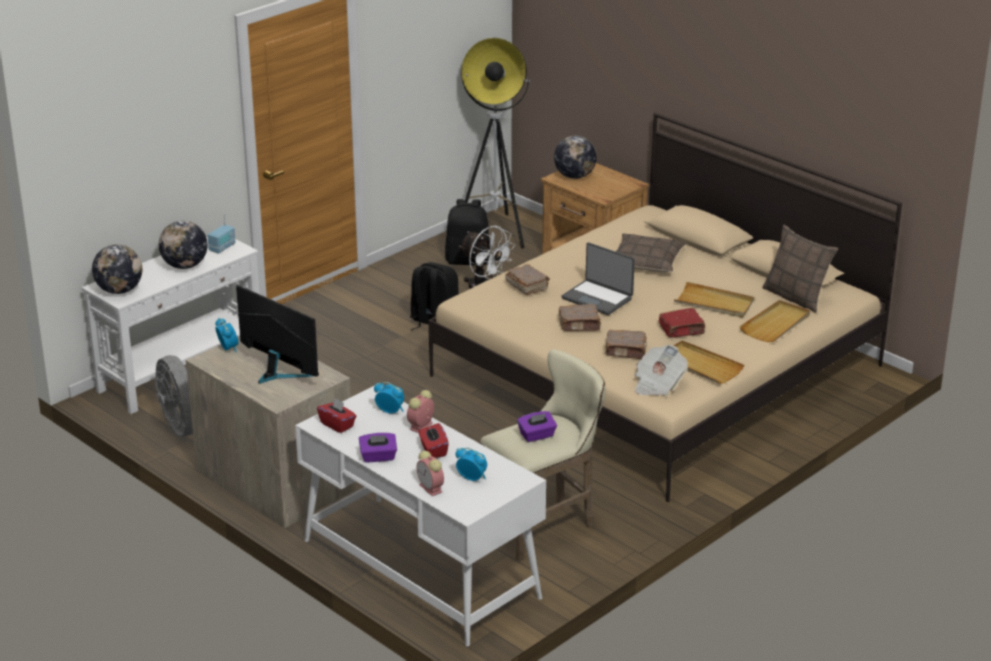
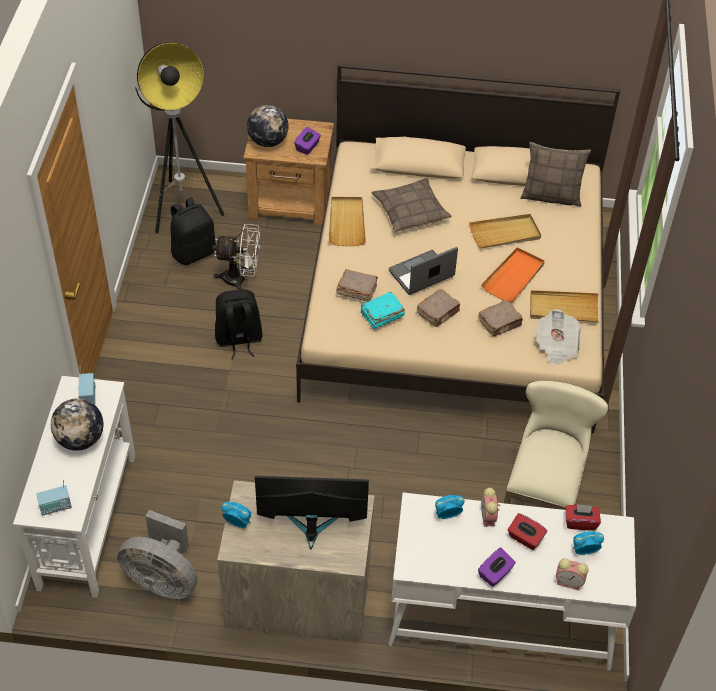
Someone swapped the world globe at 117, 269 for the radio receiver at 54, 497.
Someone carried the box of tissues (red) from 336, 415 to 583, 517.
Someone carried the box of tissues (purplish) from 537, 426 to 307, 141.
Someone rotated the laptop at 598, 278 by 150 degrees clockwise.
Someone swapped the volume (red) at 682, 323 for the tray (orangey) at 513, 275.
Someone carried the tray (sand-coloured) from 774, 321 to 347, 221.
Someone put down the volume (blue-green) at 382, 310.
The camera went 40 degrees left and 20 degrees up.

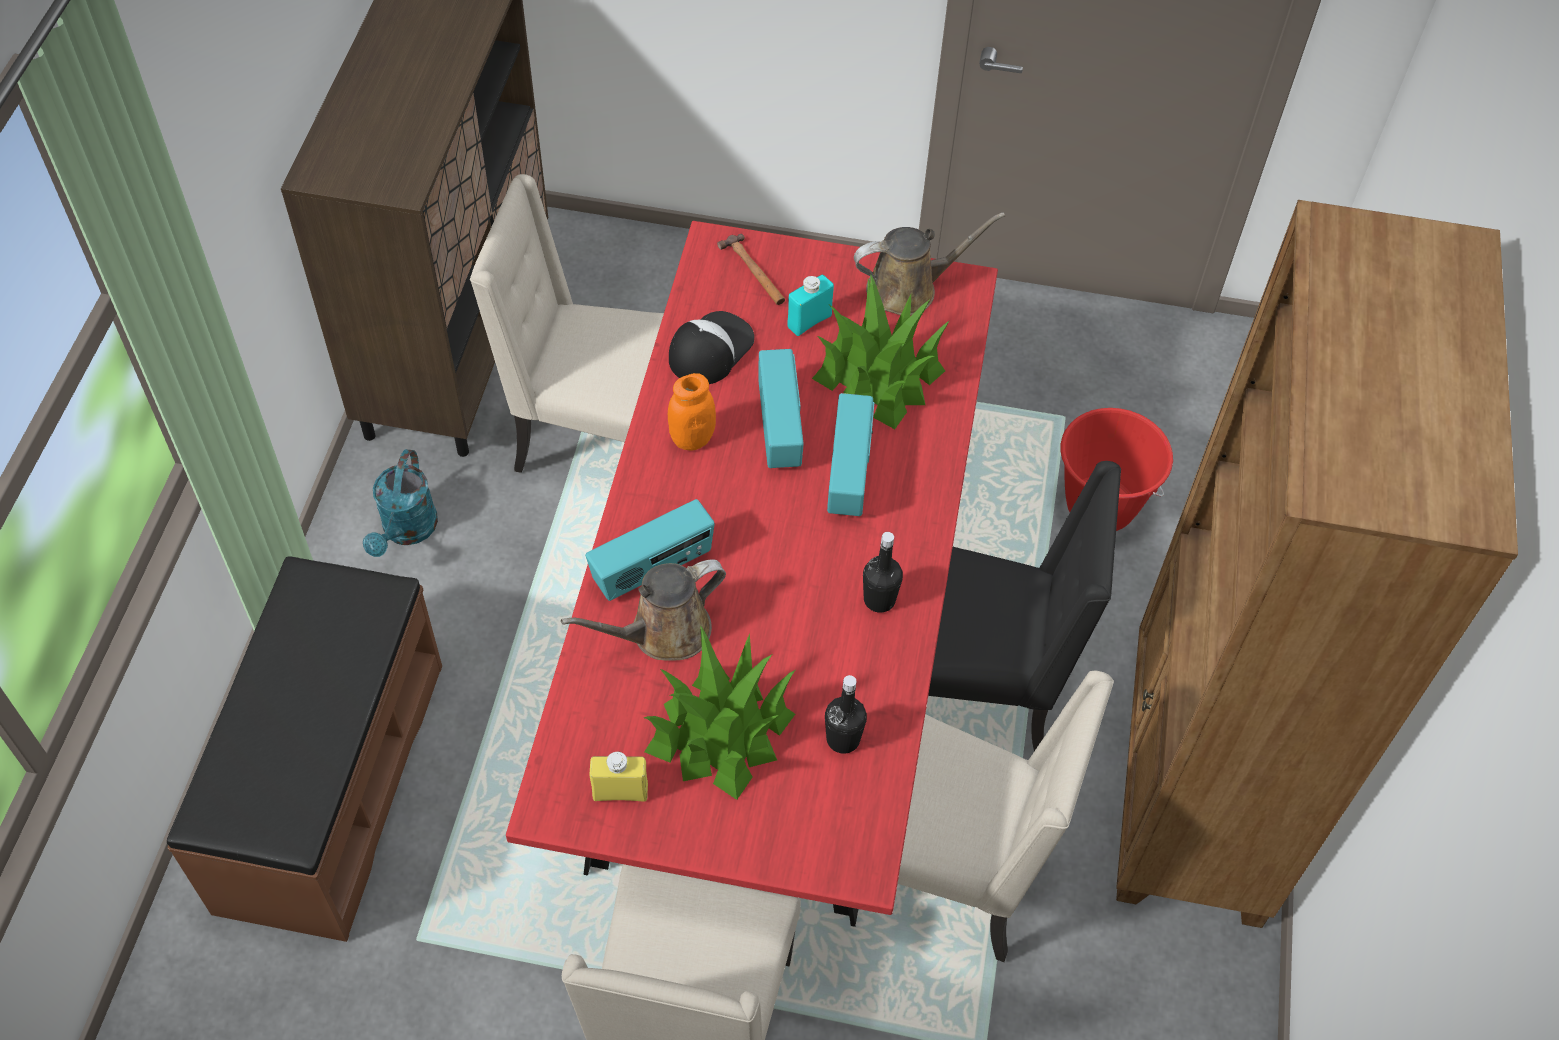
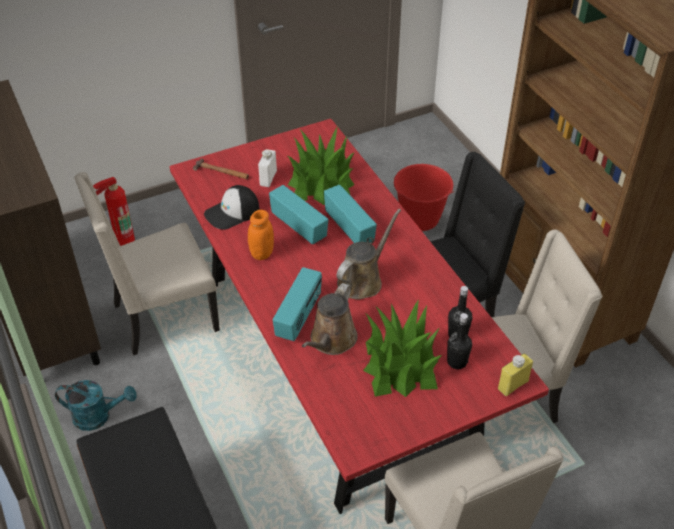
Someone rotated the watering pot (blue-green) at 400, 503 by 60 degrees counterclockwise.
Someone carried the drink bottle (yellow-coloured) from 618, 777 to 515, 375.
Someone rotated the cap at 711, 347 by 120 degrees counterclockwise.
Someone repainted the drink bottle (blue-green) at 810, 305, which became the drink bottle (white-coloured) at 267, 168.
Someone carried the watering pot (brownish) from 929, 264 to 369, 254.
Someone carried the drink bottle (blackish) from 883, 572 to 459, 341.
Someone put down the fire-fighting cylinder at 114, 211.
The camera went 35 degrees left and 10 degrees down.

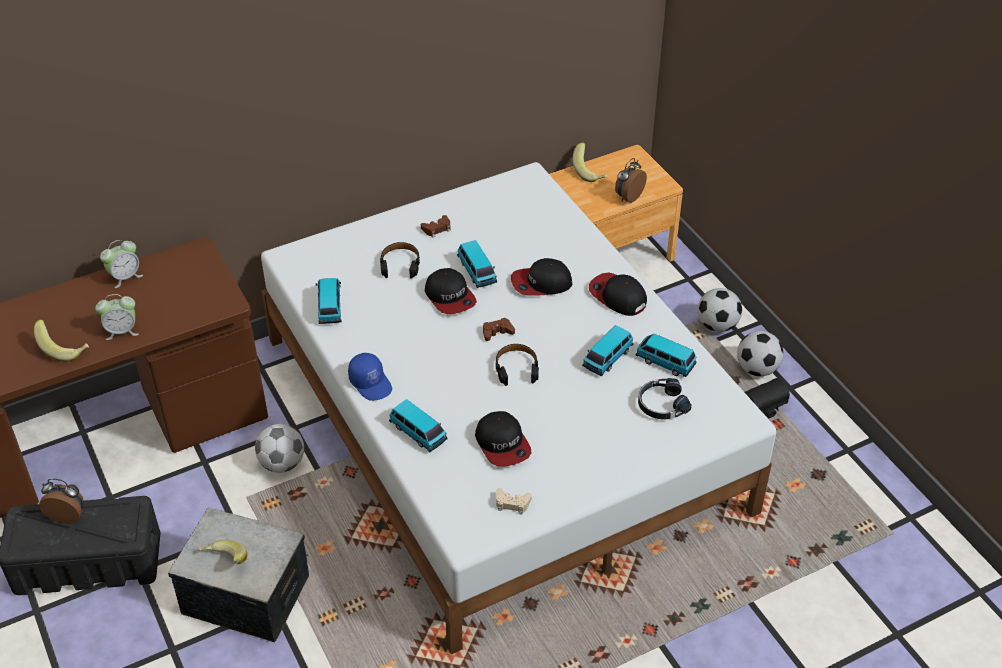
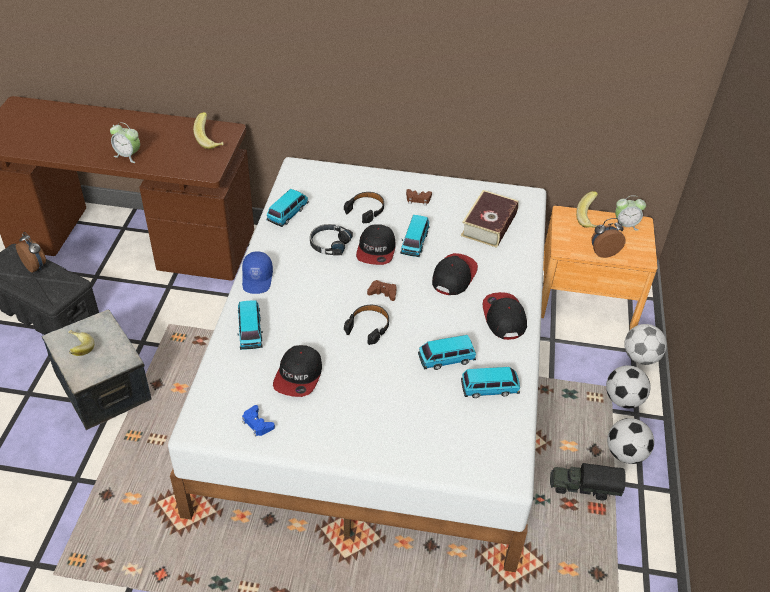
Someone carried the whole banana from 61, 341 to 208, 130.
Someone carried the alarm clock from 121, 264 to 630, 213.
Someone carried the ball for football from 279, 448 to 645, 344.
Someone repainted the game controller (sand-coloured) at 514, 501, which became the game controller (blue-coloured) at 258, 421.
Someone rotated the cap at 541, 277 by 90 degrees clockwise.
Someone rotated the toy car at 666, 355 by 105 degrees clockwise.
Someone carried the headphones (blackish) from 665, 398 to 331, 240.
Someone put down the volume at 490, 219.
The camera went 35 degrees right and 0 degrees up.

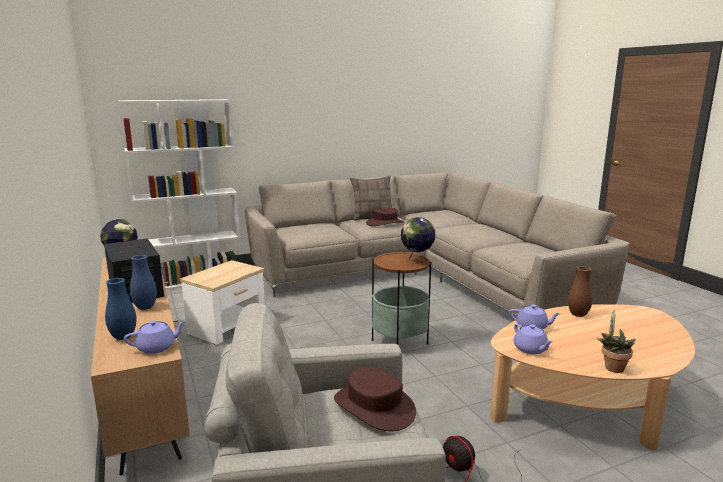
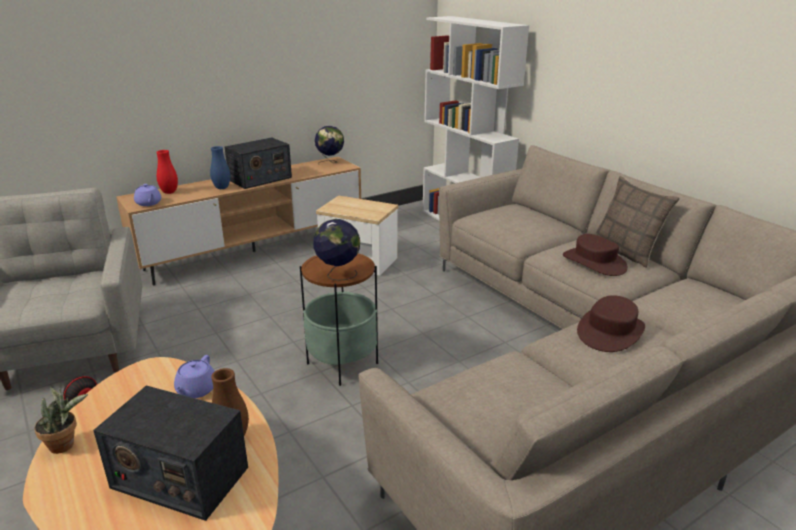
Someone repainted the vase (blue-coloured) at 120, 309, which became the vase (red) at 167, 172.
Someone carried the hat (brownish) from 375, 398 to 611, 323.
Someone took away the teapot (purplish) at 533, 339.
Someone put down the radio receiver at 170, 453.
The camera went 80 degrees right and 10 degrees up.

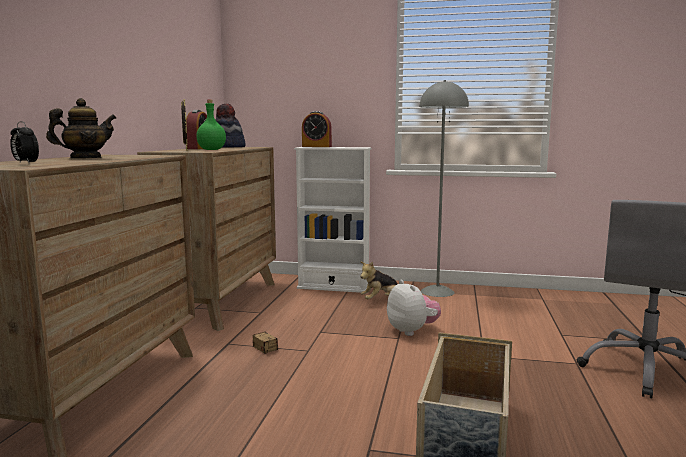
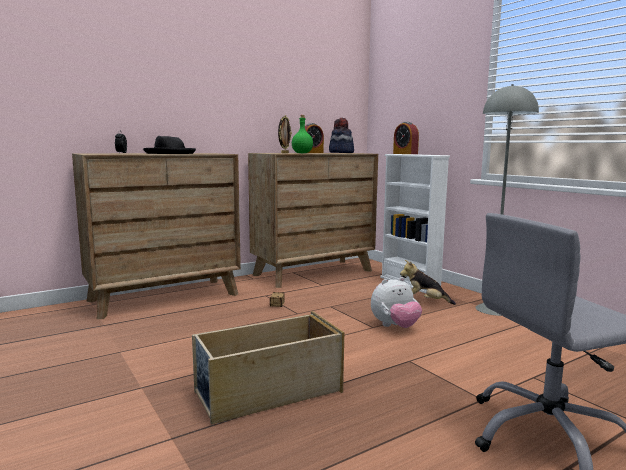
Someone swapped the teapot at 81, 128 for the hat (blackish) at 169, 145.
Someone rotated the plush toy at 414, 308 by 45 degrees clockwise.
The camera went 45 degrees right and 0 degrees up.

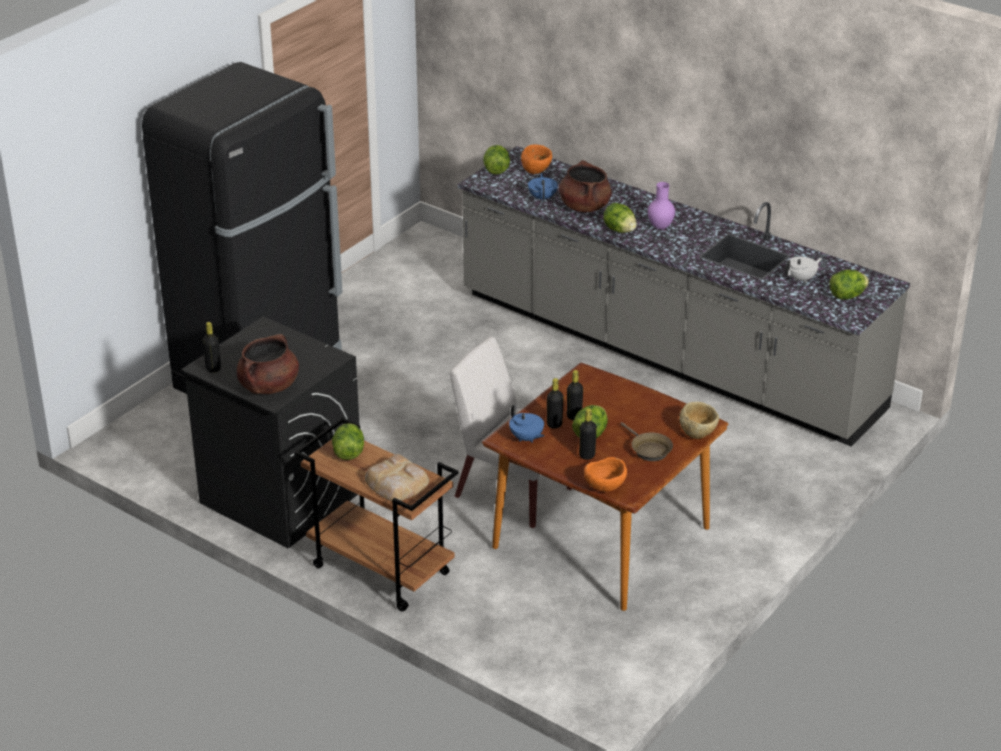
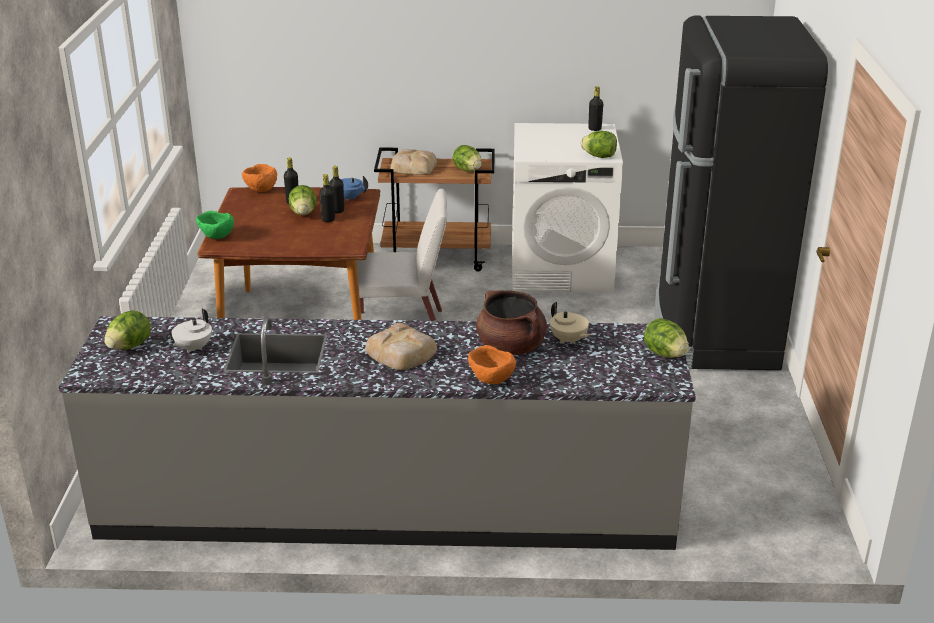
Someone repainted the washing machine (blackish) at 270, 432, which became the washing machine (white-coloured) at 567, 208.
Someone took away the stockpot (brownish) at 268, 364.
Someone carried the serving bowl (orangey) from 536, 159 to 492, 364.
Someone repainted the teapot (blue-coloured) at 543, 186, which became the teapot (sand-coloured) at 570, 323.
Someone carried the lettuce from 620, 218 to 599, 144.
Someone took away the skillet (brownish) at 646, 441.
Someone swapped the vase (purplish) at 661, 205 for the bread at 401, 346.
Someone repainted the serving bowl (sand-coloured) at 699, 420, which became the serving bowl (green) at 215, 225.
The camera went 145 degrees right and 5 degrees down.

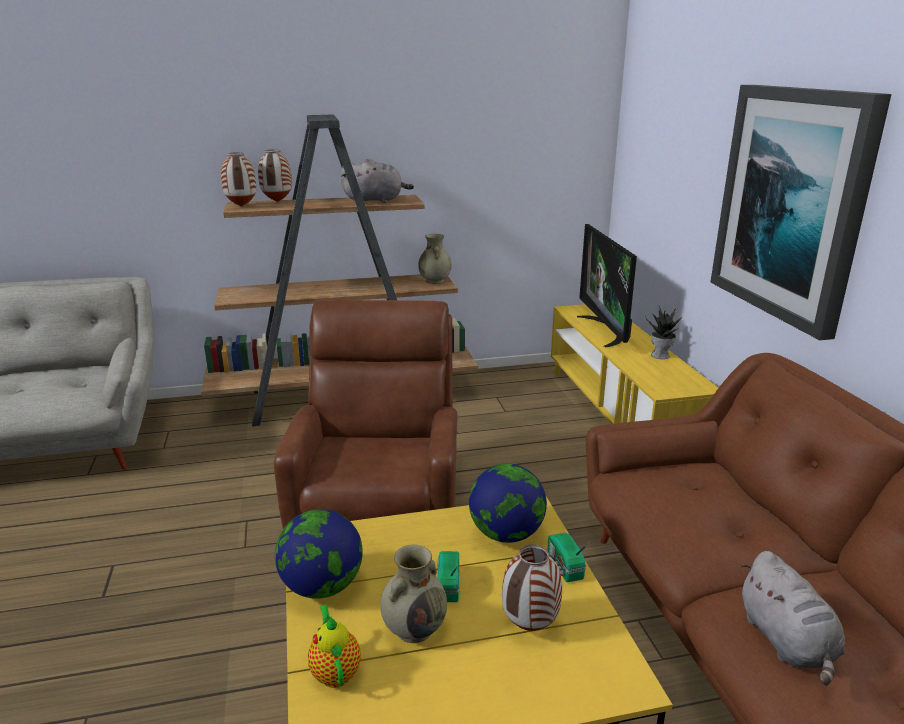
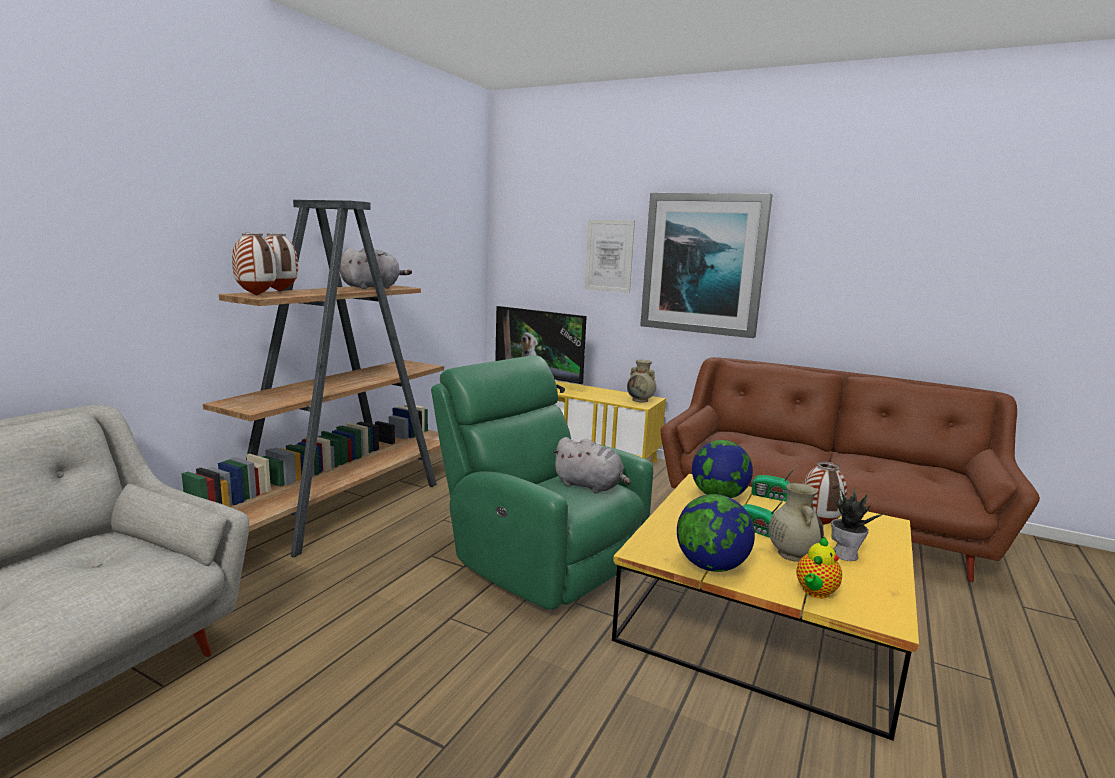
Someone repainted the lounge chair (brownish) at 366, 414, which became the lounge chair (green) at 542, 482.
Someone rotated the teapot at 334, 646 by 75 degrees counterclockwise.
Someone carried the vase (sand-coloured) from 435, 259 to 641, 381.
Someone carried the plant in a pot from 664, 332 to 859, 524.
Someone carried the plush toy (grey) from 792, 618 to 591, 465.
Someone put up the wall picture at 610, 256.
The camera went 50 degrees left and 10 degrees down.

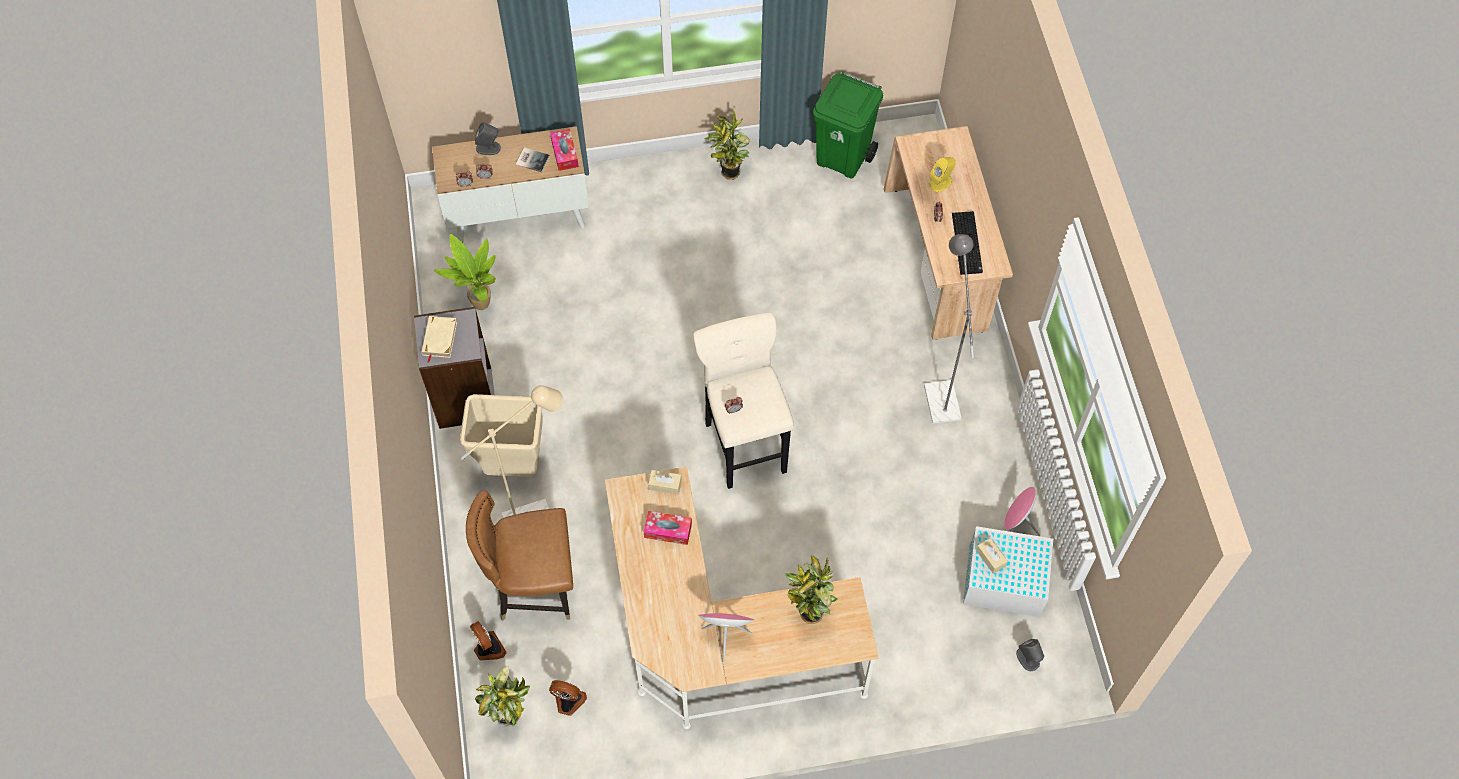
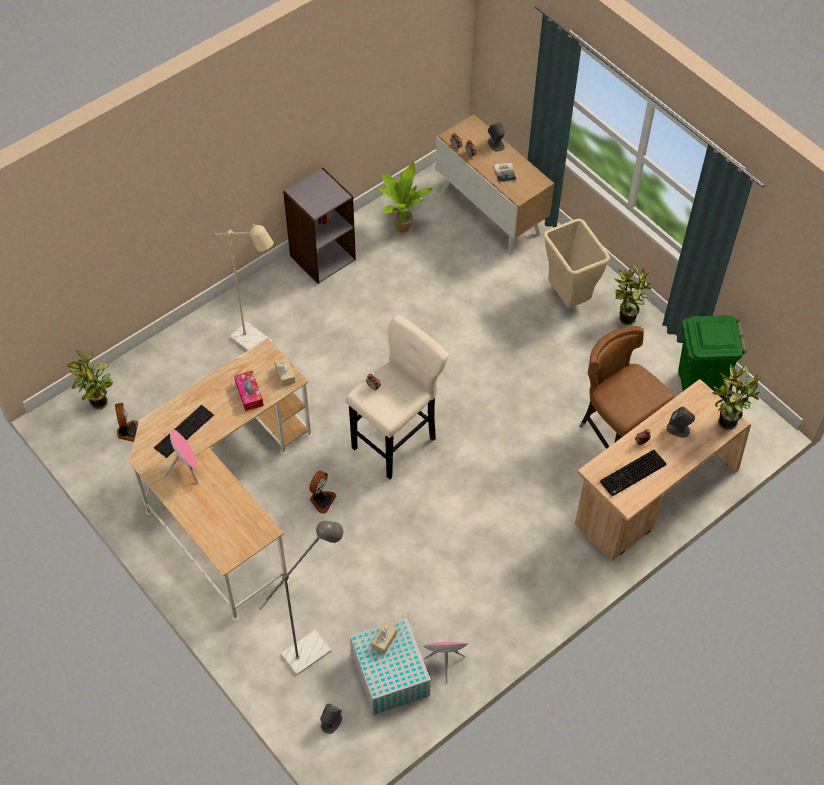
Someone took away the volume (sand-coloured) at 439, 339.
Someone carried the rubbish bin (sand-coloured) from 501, 435 to 577, 263.
Someone carried the plain chair (brownish) from 519, 555 to 627, 387.
Someone carried the fan from 488, 641 to 322, 492.
Someone took away the box of tissues at 564, 150.
Someone carried the plant in a pot from 810, 589 to 737, 397.
Someone carried the floor lamp (grey) from 949, 329 to 301, 598.
Someone repainted the audio speaker (yellow-coloured) at 942, 174, which became the audio speaker (grey) at 681, 422.
Someone put down the computer keyboard at 184, 431.
The camera went 60 degrees right and 5 degrees down.

